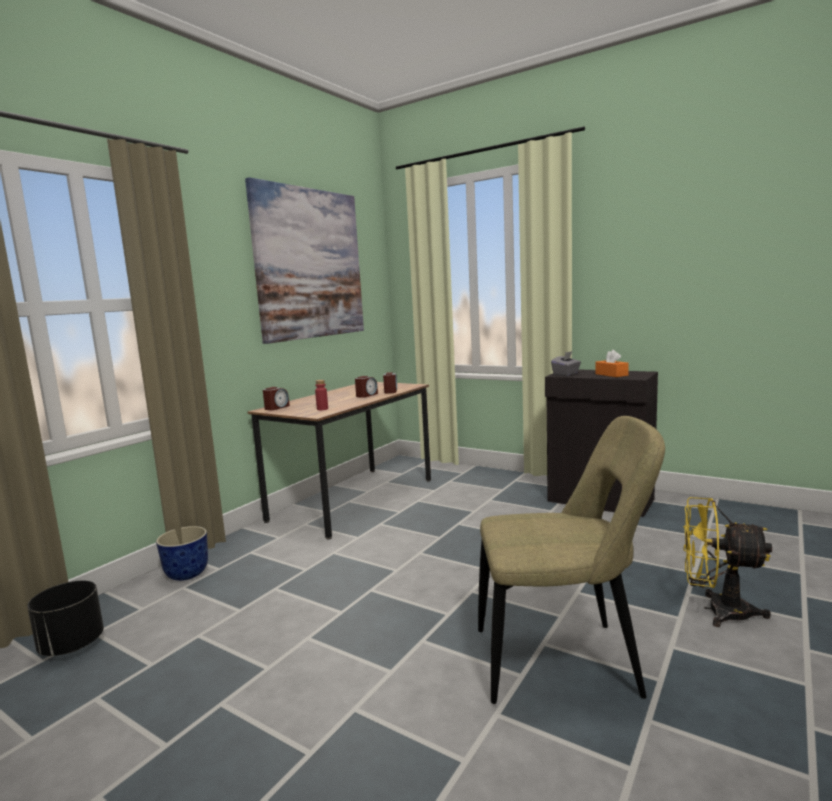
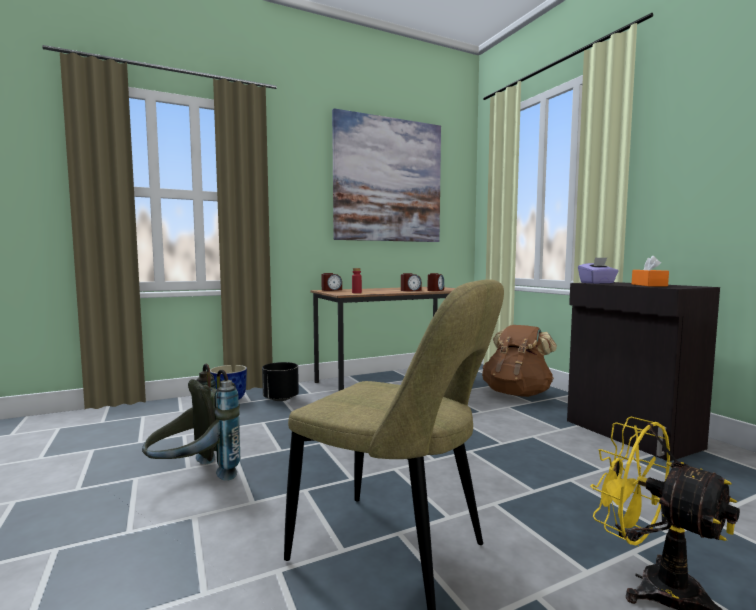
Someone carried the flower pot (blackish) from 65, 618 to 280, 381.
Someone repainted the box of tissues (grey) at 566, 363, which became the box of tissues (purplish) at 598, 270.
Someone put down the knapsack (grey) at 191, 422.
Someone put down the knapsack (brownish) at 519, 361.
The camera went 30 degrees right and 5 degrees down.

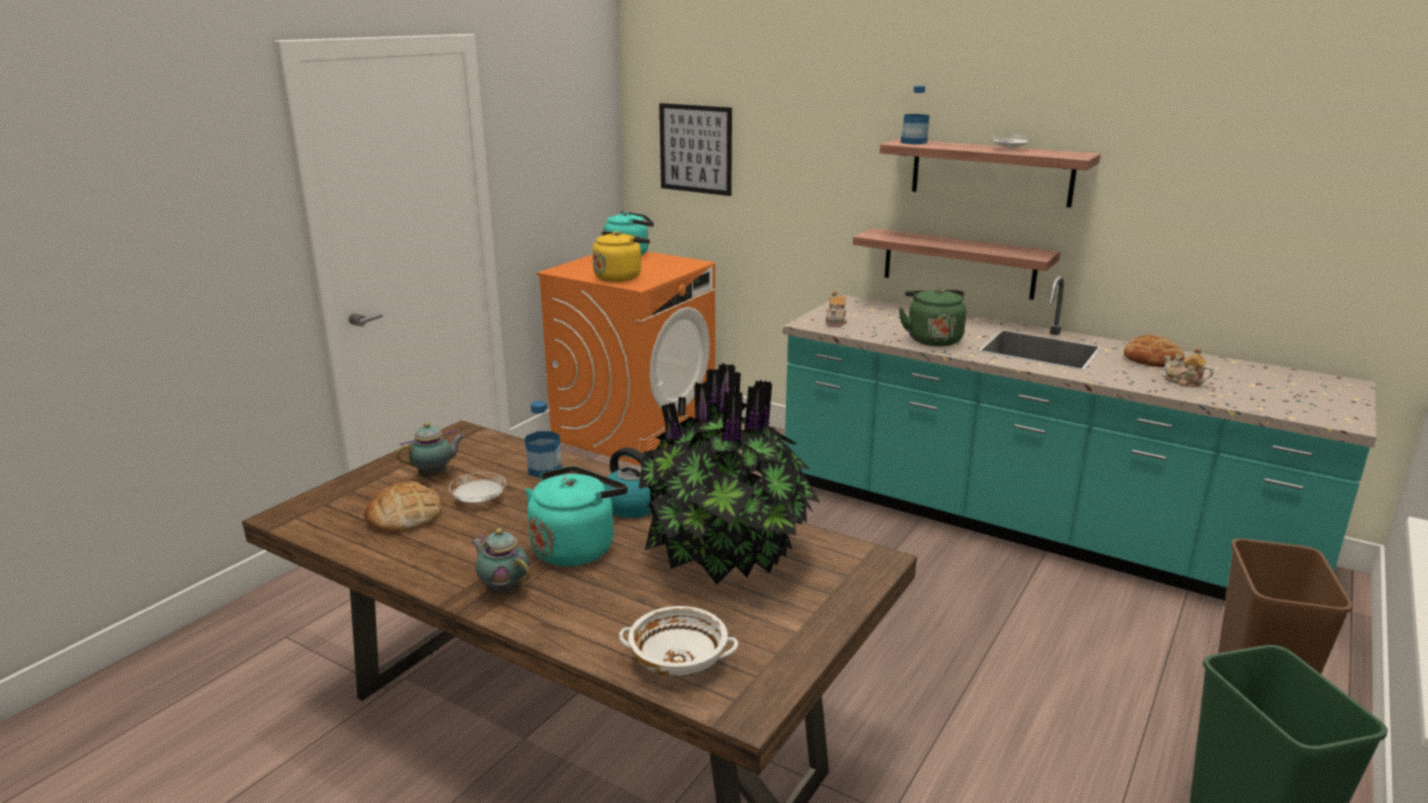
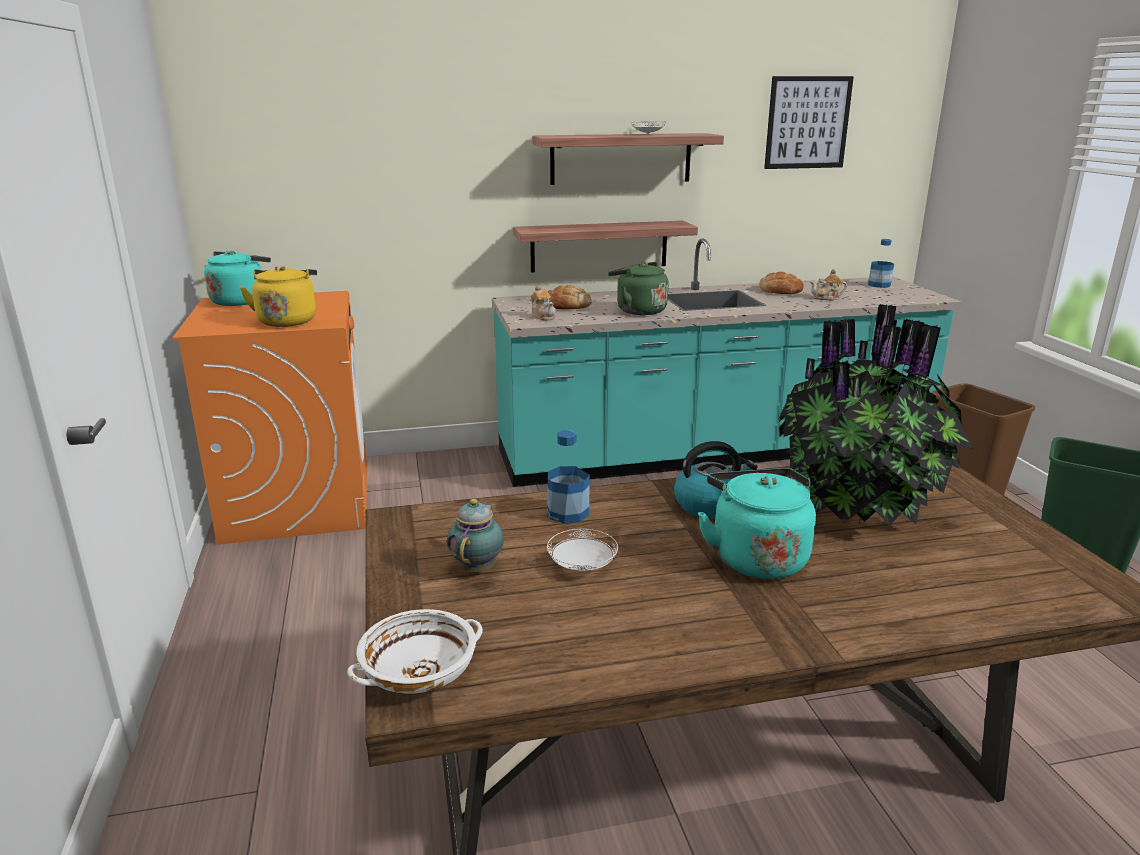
Someone carried the bread from 402, 506 to 570, 297.
Someone took away the teapot at 500, 561.
Someone carried the serving bowl (white-coloured) from 678, 641 to 415, 652.
Someone carried the wall picture from 695, 149 to 809, 122.
Someone carried the drink bottle from 915, 115 to 881, 263.
The camera went 45 degrees left and 0 degrees up.

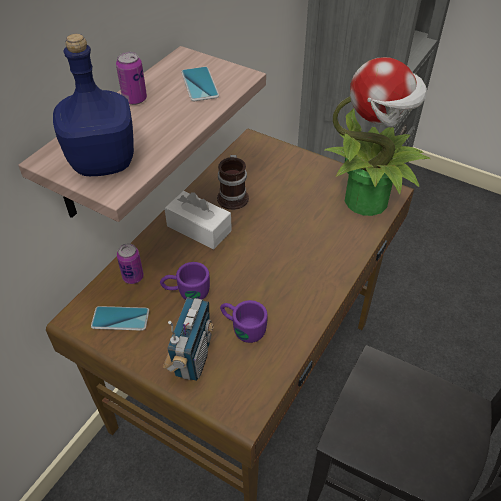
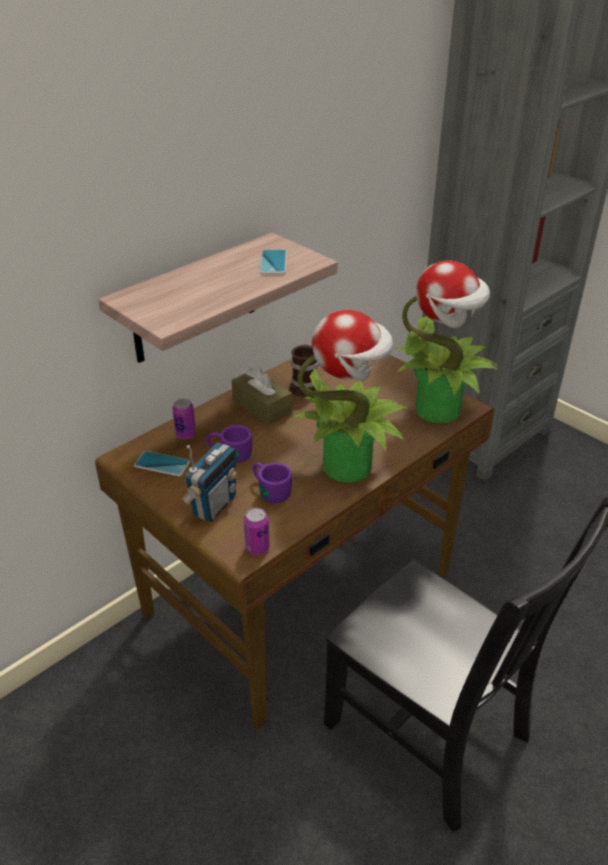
Someone took away the drink bottle (blue-coloured) at 93, 105.
Someone carried the sealed can from 131, 78 to 257, 531.
Someone repainted the box of tissues (white-coloured) at 198, 220, which became the box of tissues (brownish) at 262, 395.
Someone put down the plant in a pot at 351, 396.
The camera went 15 degrees right and 10 degrees down.

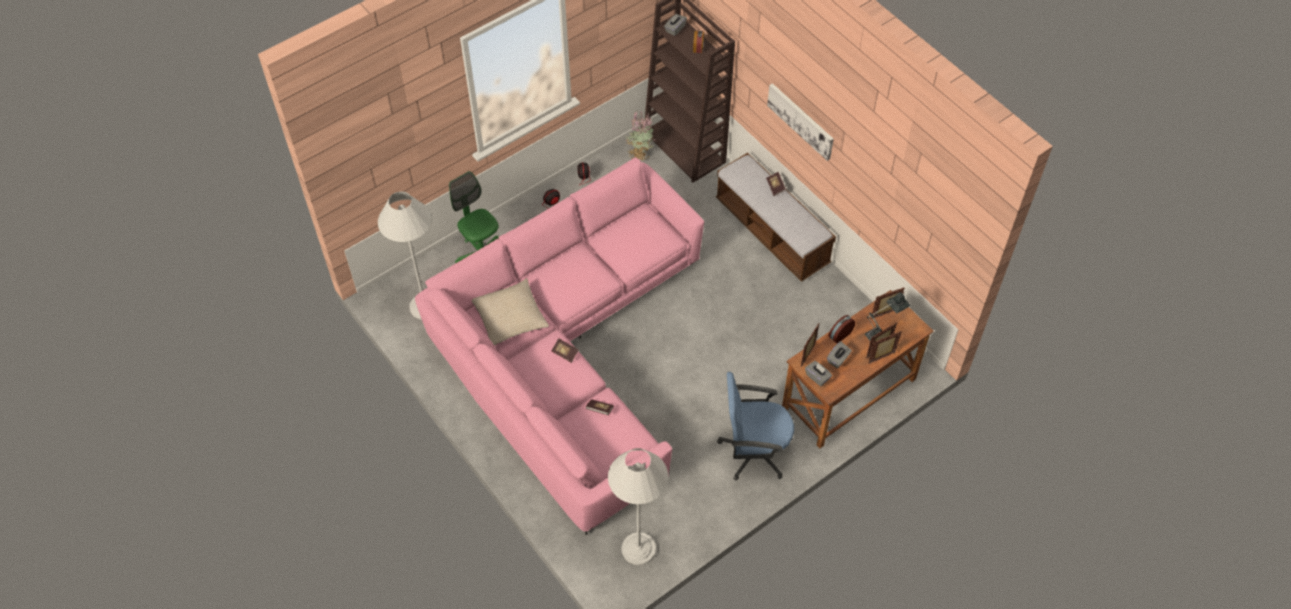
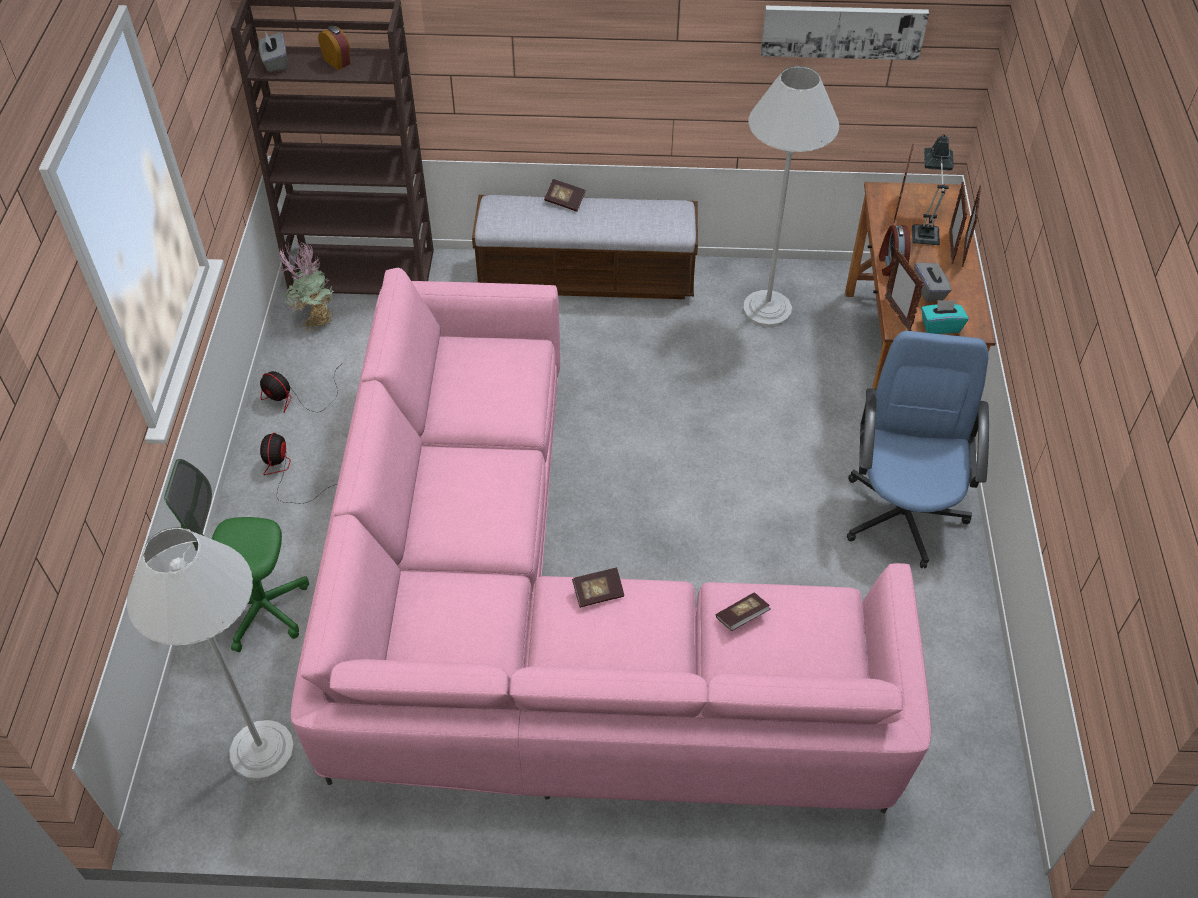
Someone took away the cushion (sand-coloured) at 510, 312.
Someone carried the floor lamp (white-coloured) from 638, 506 to 791, 196.
Someone rotated the desk chair (blue-coloured) at 755, 426 by 150 degrees clockwise.
Someone carried the wall picture from 800, 122 to 845, 33.
Someone repainted the box of tissues (grey) at 818, 373, which became the box of tissues (blue-green) at 945, 317.
The camera went 50 degrees left and 5 degrees down.

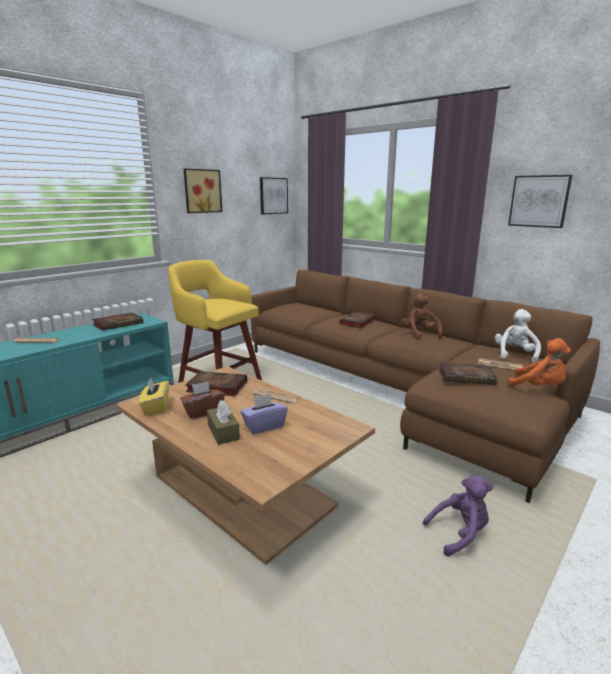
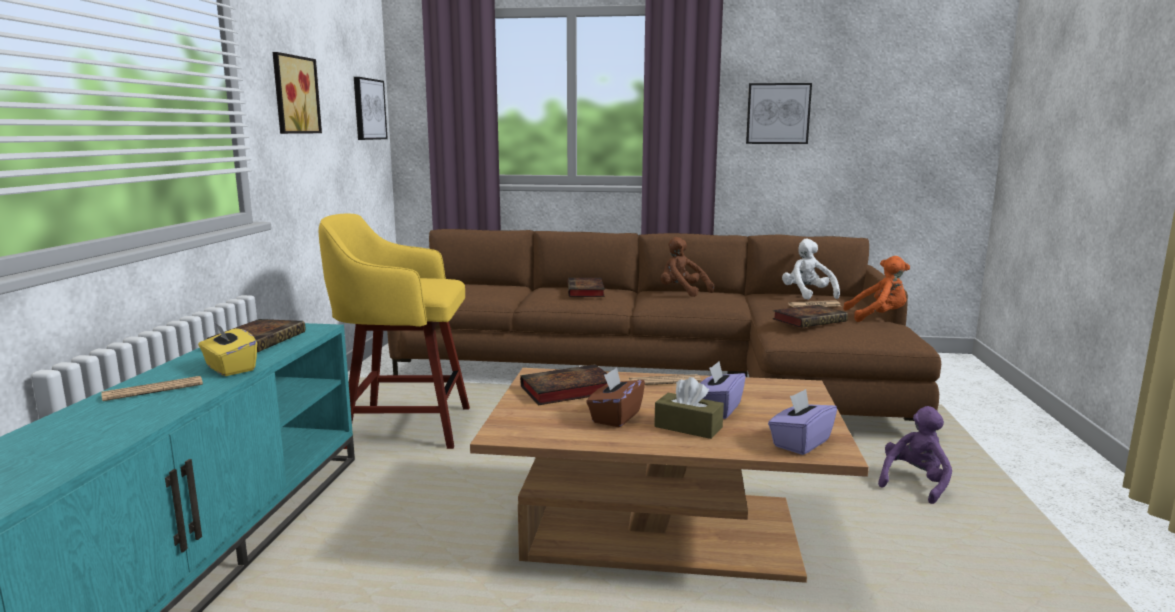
Someone carried the box of tissues (yellow-coloured) from 154, 396 to 227, 349.
Someone put down the box of tissues (purplish) at 802, 422.
The camera went 35 degrees left and 5 degrees down.

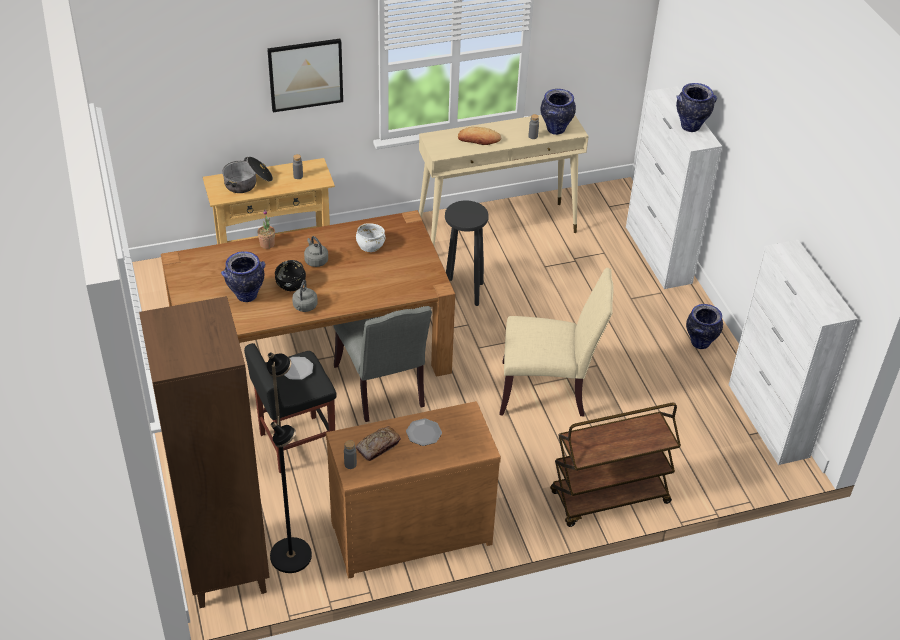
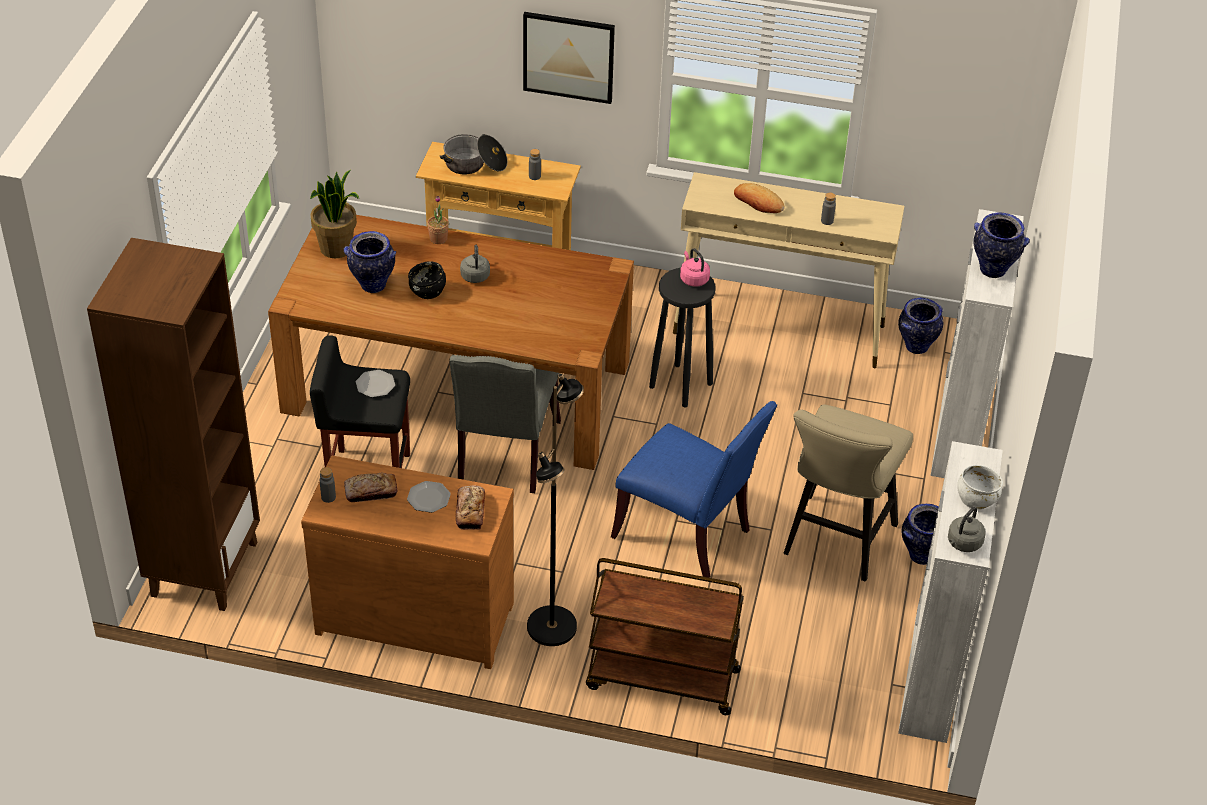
Someone carried the floor lamp (blackish) from 289, 462 to 555, 509.
Someone carried the tea kettle (grey) from 305, 296 to 967, 529.
Someone carried the serving bowl (white-coloured) from 370, 237 to 980, 487.
Someone repainted the plain chair (sand-coloured) at 556, 342, which became the plain chair (blue-coloured) at 694, 489.
Someone carried the vase from 558, 112 to 920, 326.
Someone put down the plant in a pot at 334, 214.
Someone put down the bread at 470, 507.
Someone put down the tea kettle (pink) at 695, 267.
Someone put down the stool (sand-coloured) at 848, 492.
The camera went 30 degrees right and 0 degrees up.

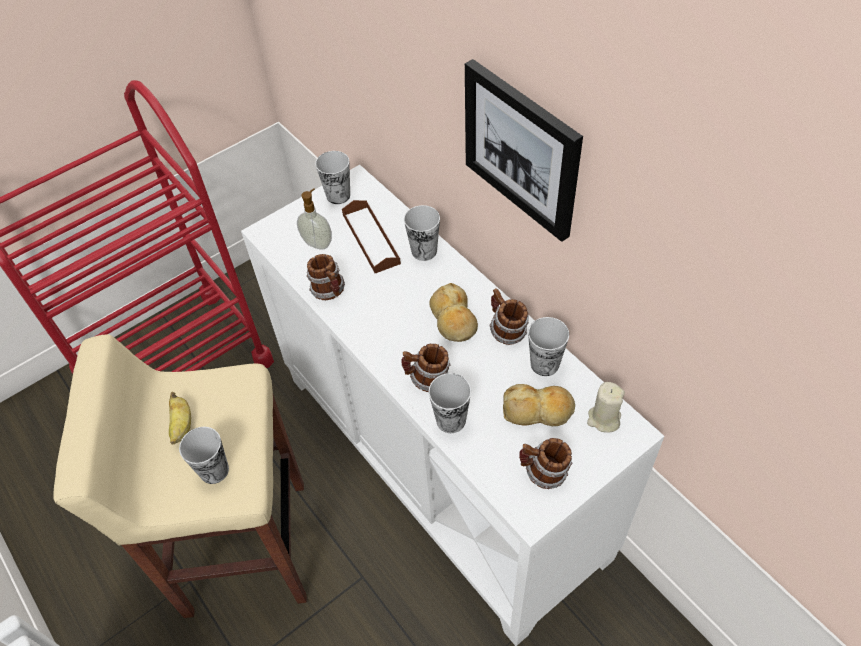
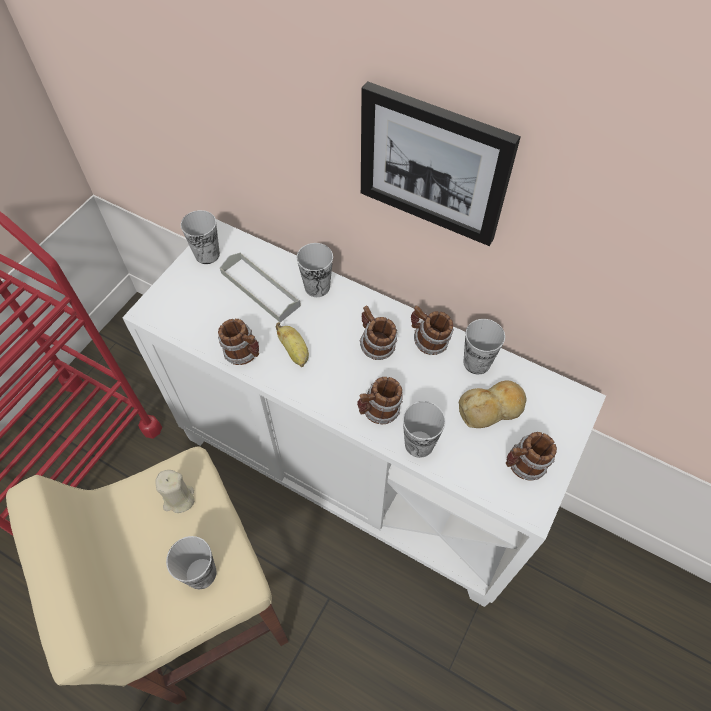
Someone carried the whole banana from 180, 418 to 292, 344.
Someone took away the liquid soap bottle at 314, 219.
Someone repainted the tray (brownish) at 371, 236, which became the tray (grey) at 260, 287.
Someone swapped the bread at 453, 312 for the coffee mug at 378, 333.
Someone carried the wax candle (sand-coloured) from 606, 407 to 174, 491.
The camera went 25 degrees left and 5 degrees up.

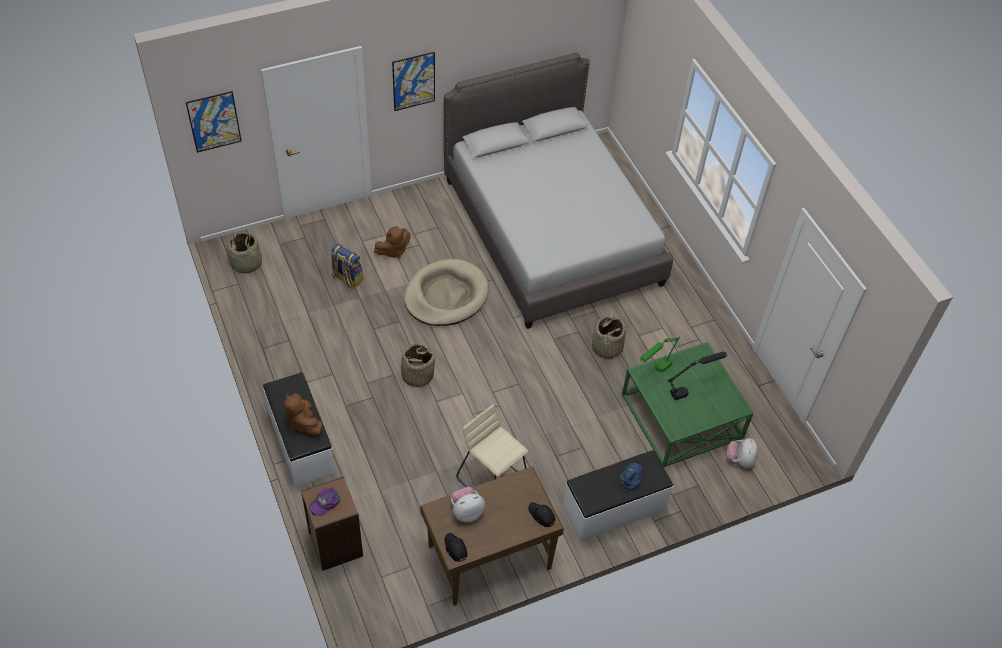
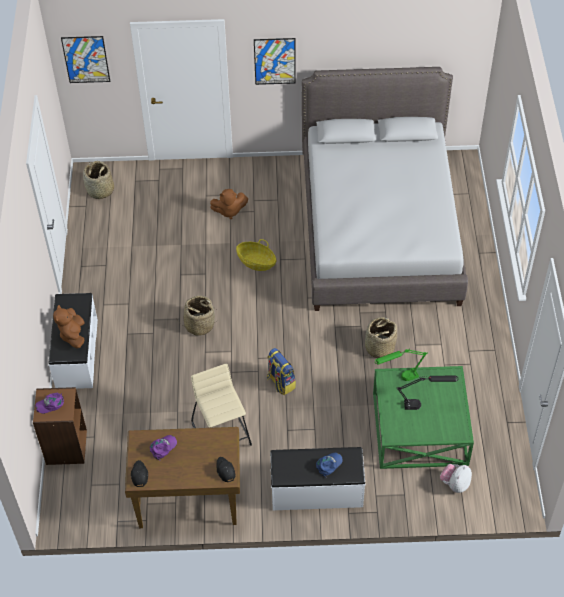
Someone carried the knapsack from 347, 266 to 281, 371.
Someone swapped the dog cushion (sand-coloured) at 446, 292 for the household basket at 256, 255.
Someone swapped the plush toy at 468, 504 for the cap (purplish) at 163, 448.
The camera went 25 degrees right and 0 degrees up.

